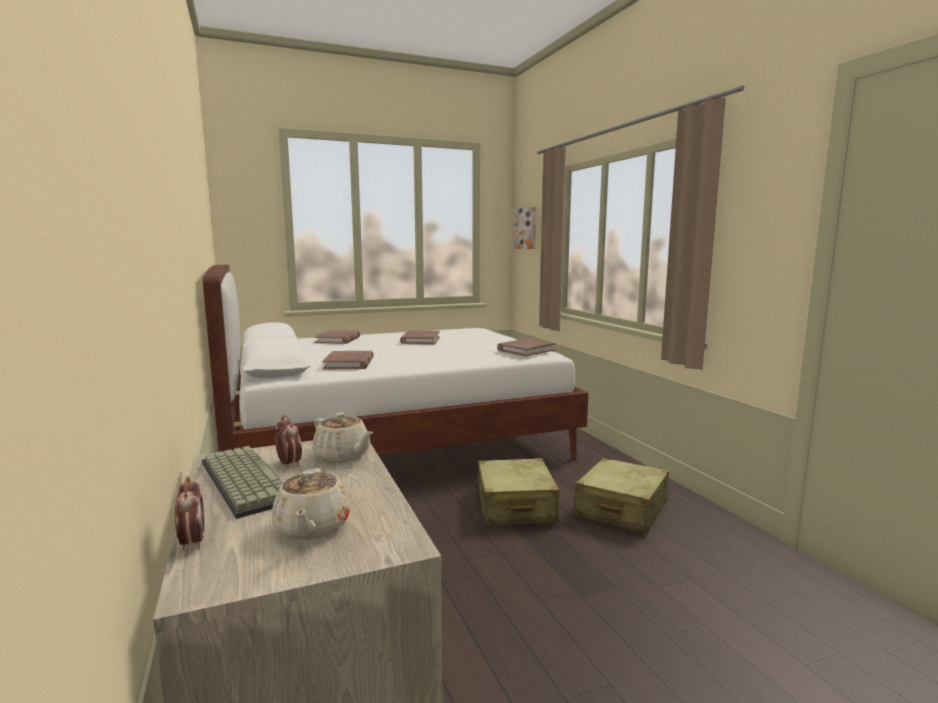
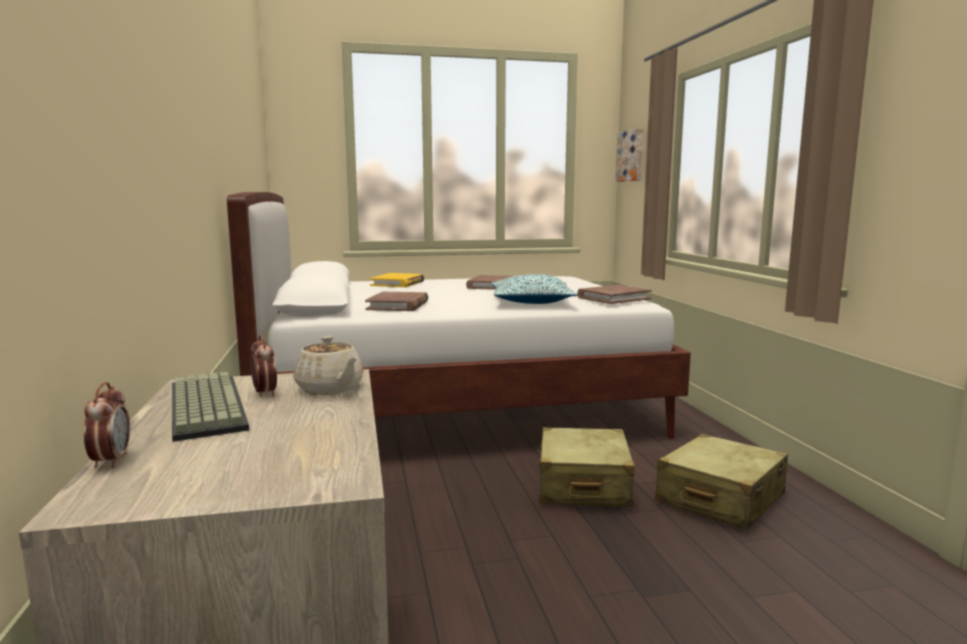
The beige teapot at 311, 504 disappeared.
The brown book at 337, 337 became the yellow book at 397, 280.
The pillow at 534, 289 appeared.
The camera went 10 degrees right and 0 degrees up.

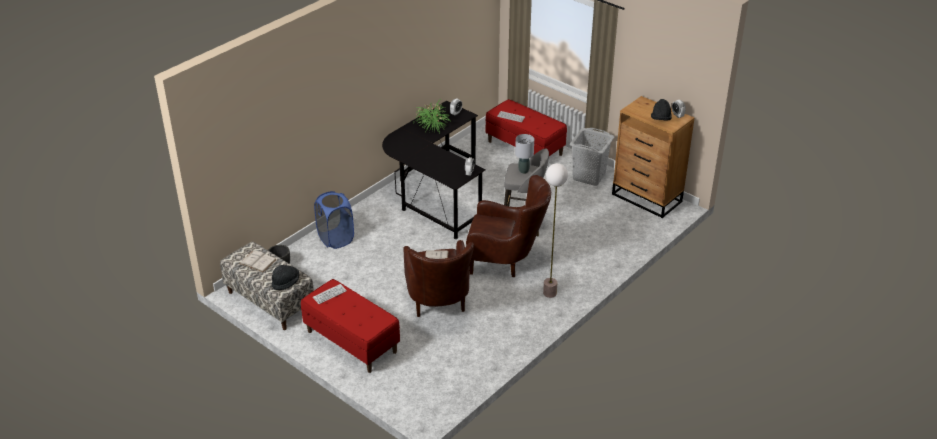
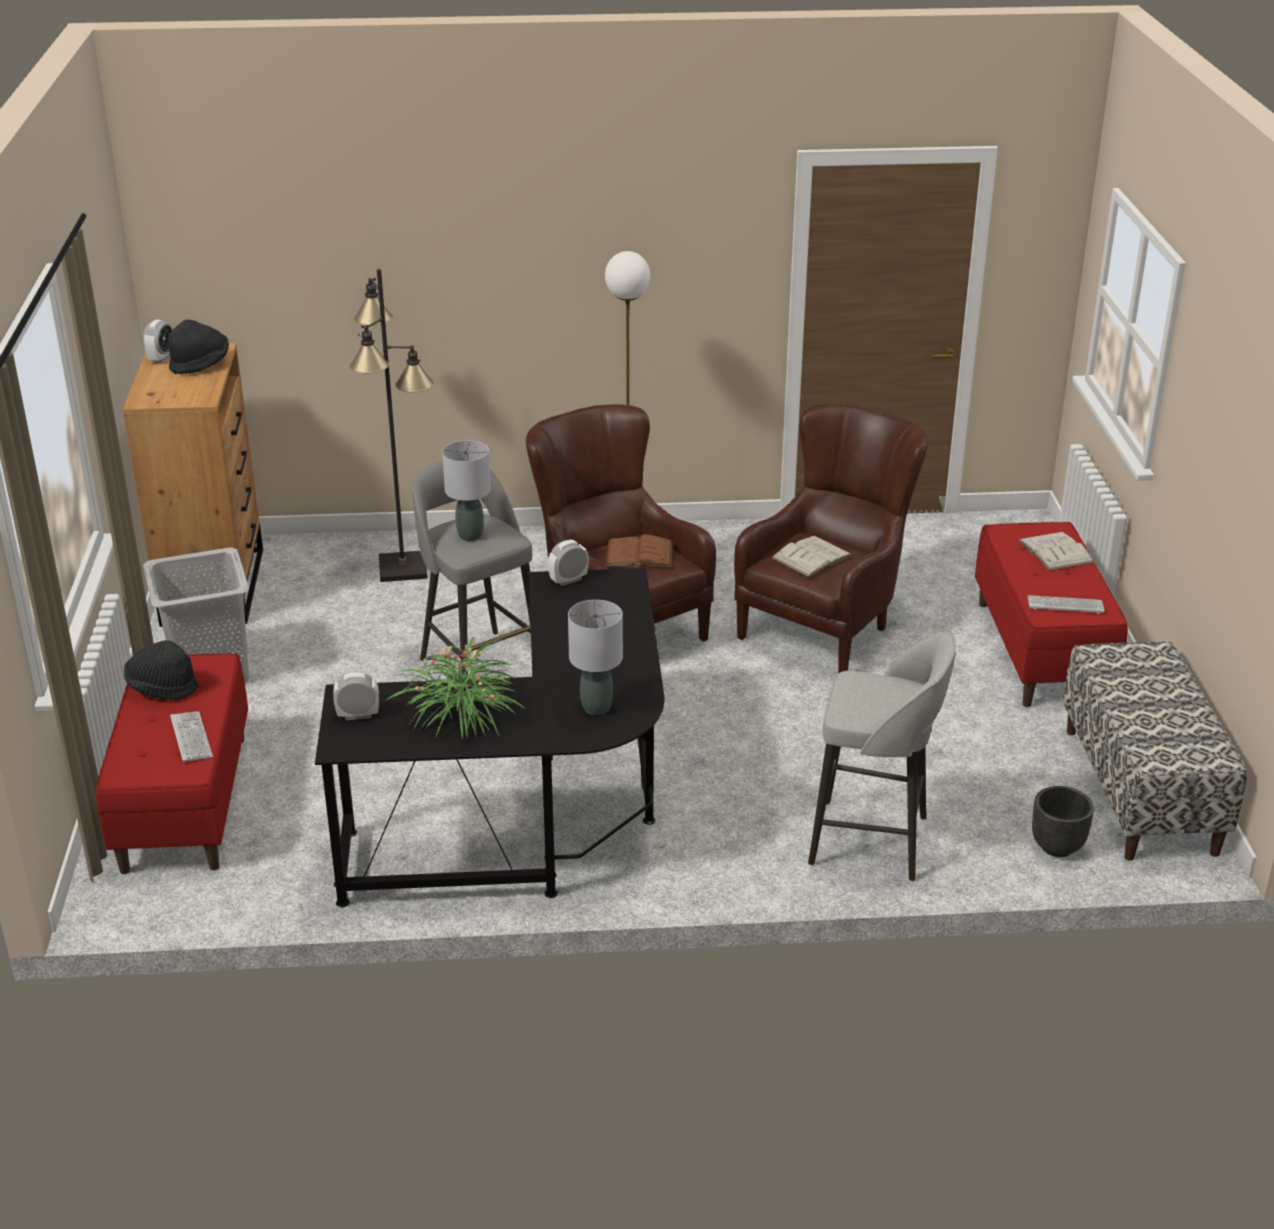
The white book moved from 257, 261 to 1056, 551.
The black hat moved from 285, 277 to 161, 670.
The blue laundry basket at 334, 220 was replaced by the grey stool at 882, 756.
The black floor lamp at 392, 425 appeared.
The grey table lamp at 595, 657 appeared.
The brown book at 639, 551 appeared.
The camera went 135 degrees left and 5 degrees down.

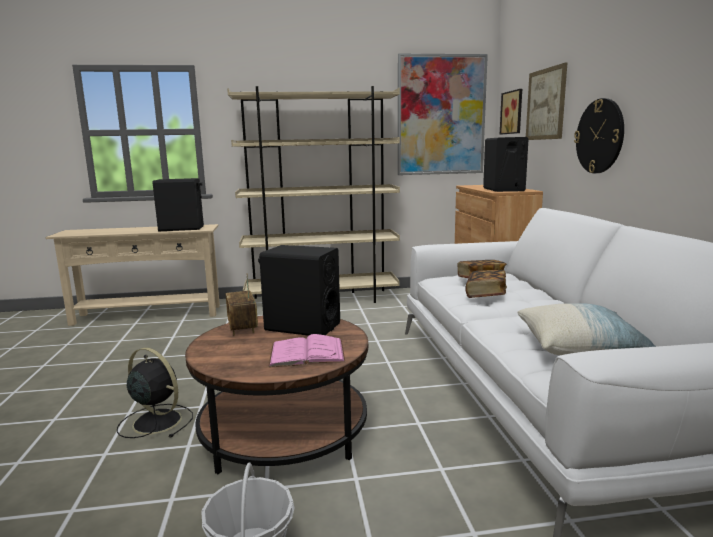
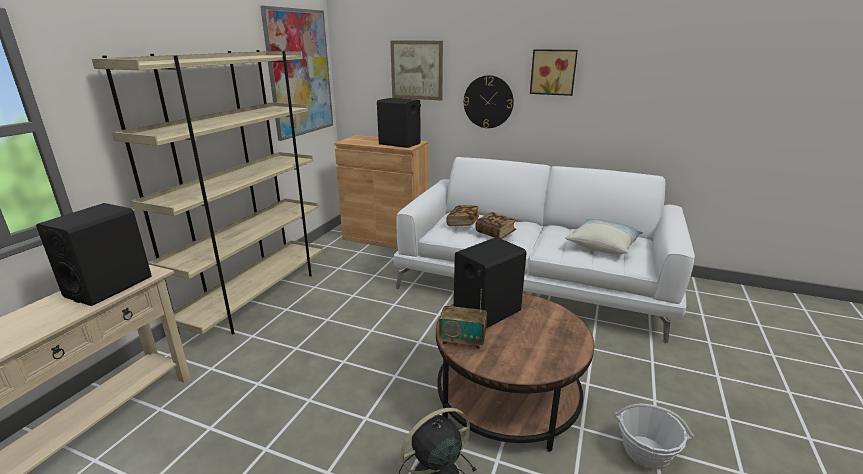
The pink book at 306, 350 disappeared.
The picture moved from 511, 112 to 554, 72.
The camera went 60 degrees left and 10 degrees up.

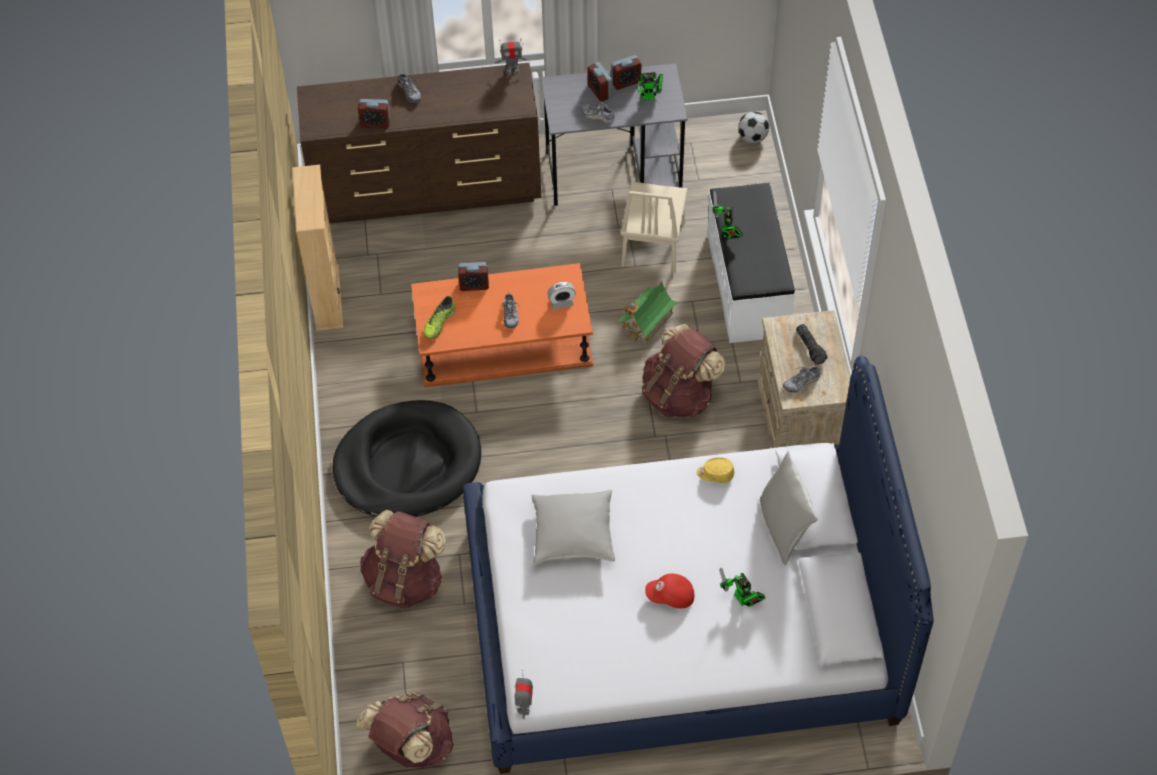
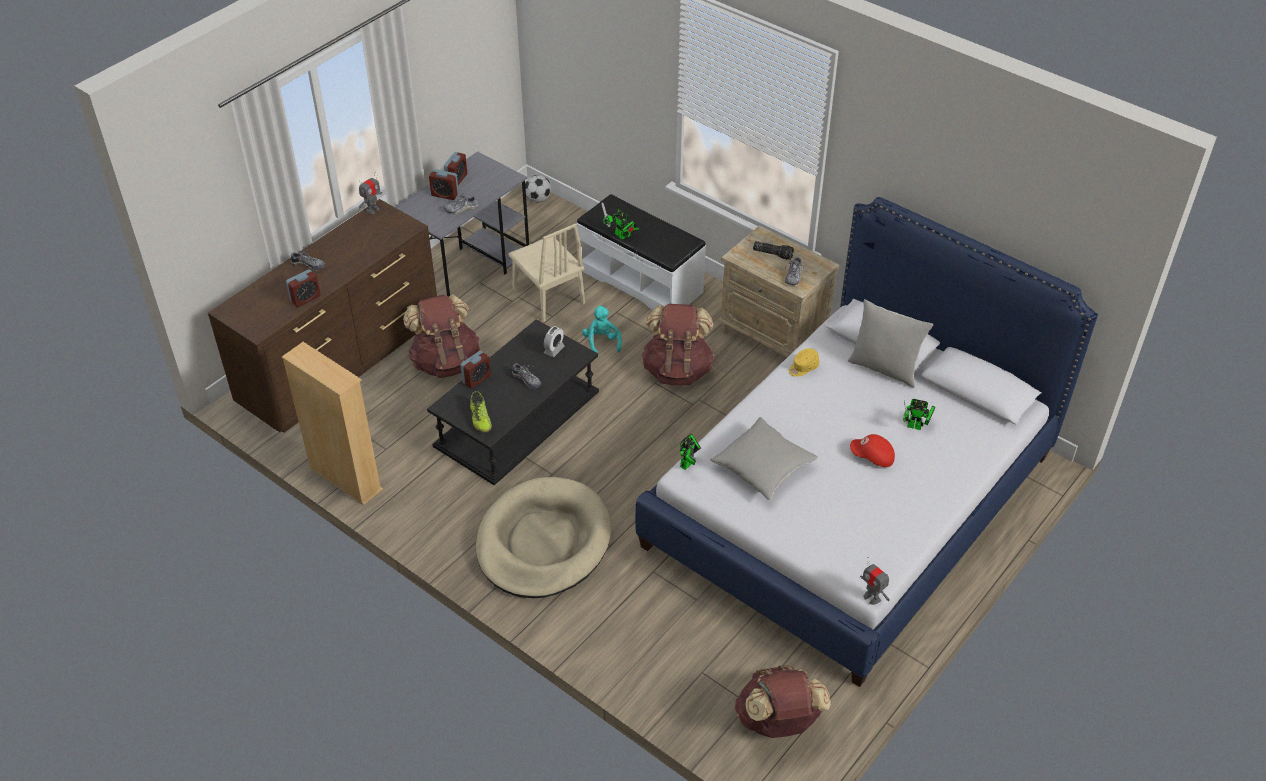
The black dog bed at 406, 458 became the beige dog bed at 543, 537.
The brown backpack moved from 403, 559 to 441, 336.
The orange coffee table at 502, 325 became the black coffee table at 513, 402.
The toy house at 647, 312 was replaced by the turquoise plush toy at 602, 329.
The toy robot moved from 650, 86 to 690, 452.
The red cap at 669, 591 turned 60 degrees clockwise.
The camera went 45 degrees left and 10 degrees down.

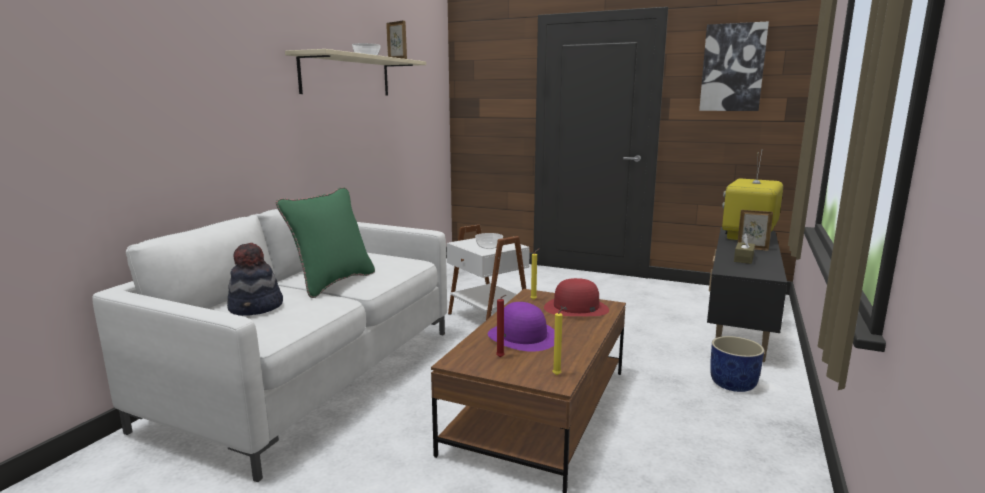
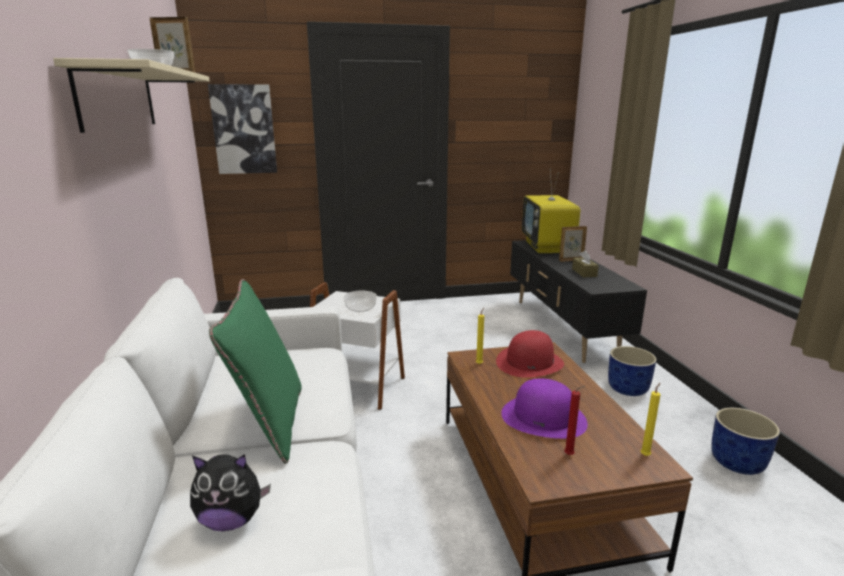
The hat at 255, 279 was replaced by the plush toy at 230, 492.
The picture moved from 734, 66 to 242, 129.
The blue planter at 745, 441 appeared.
The camera went 35 degrees left and 5 degrees up.

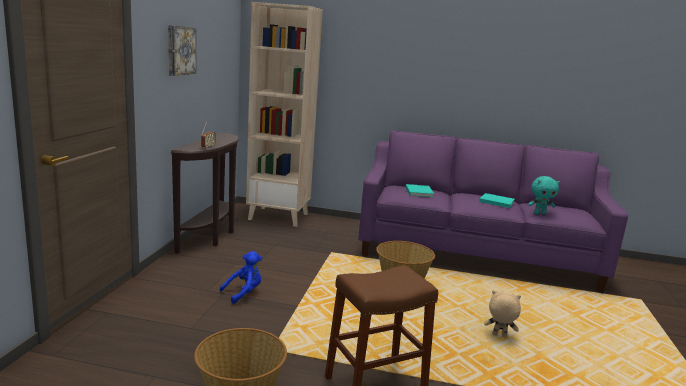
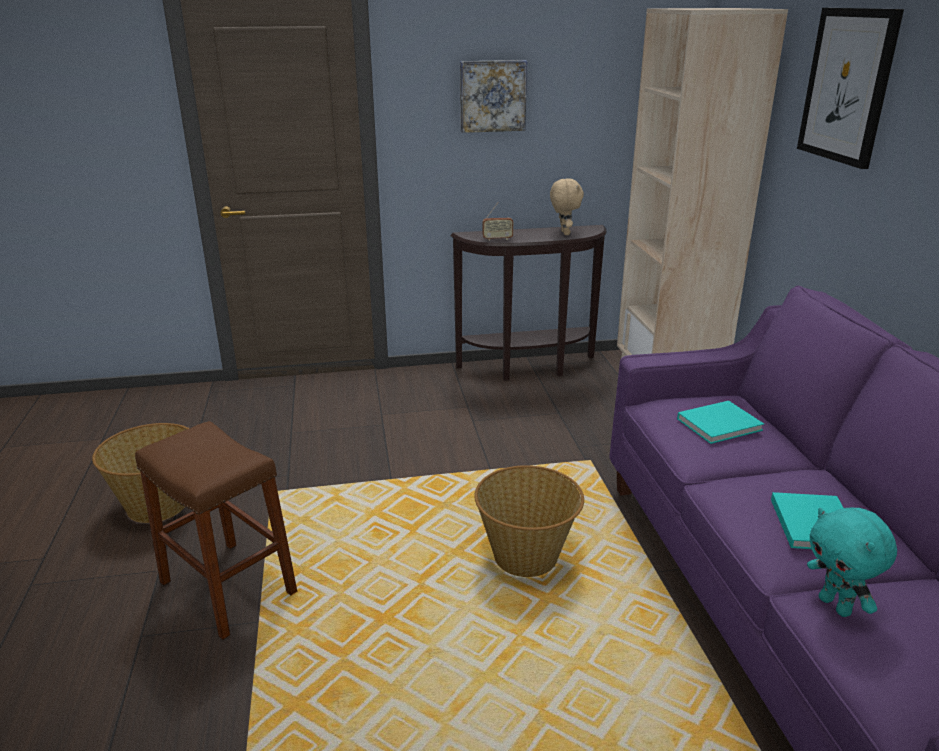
The blue plush toy at 241, 277 disappeared.
The beige plush toy moved from 502, 314 to 567, 206.
The picture at 850, 88 appeared.
The camera went 70 degrees right and 10 degrees up.

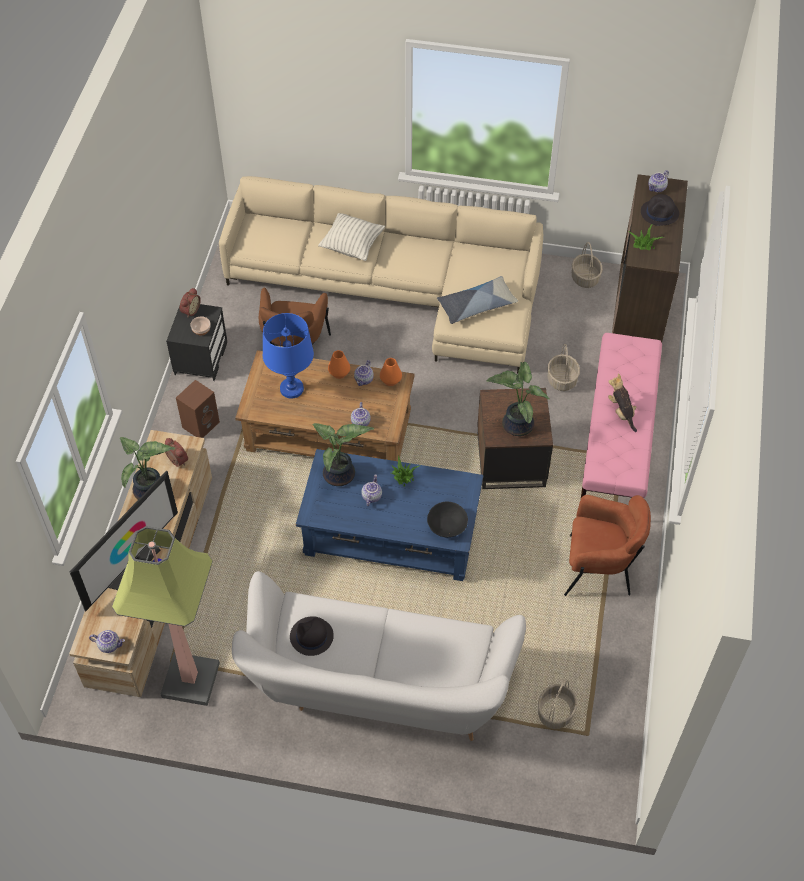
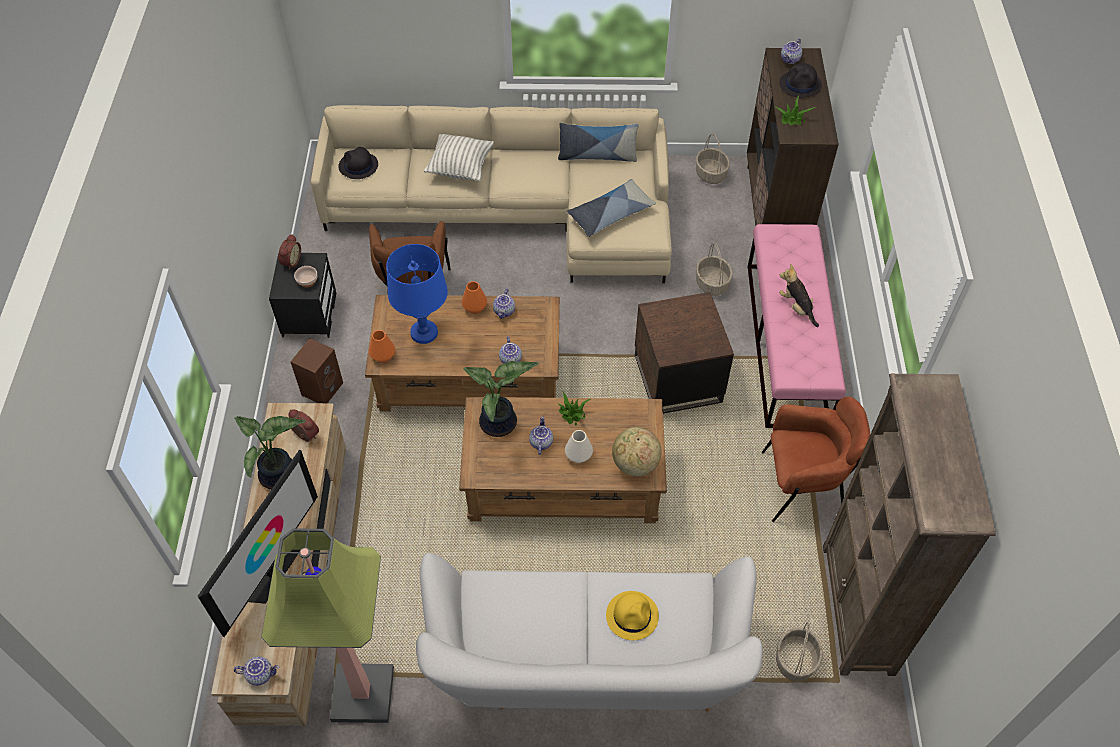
The black hat moved from 312, 636 to 358, 163.
The blue coffee table at 389, 515 became the brown coffee table at 563, 460.
The orange vase moved from 391, 372 to 382, 346.
The black bowl at 447, 519 was replaced by the globe at 637, 451.
The potted plant at 518, 399 disappeared.
The pillow at 598, 142 appeared.
The white vase at 579, 446 appeared.
The yellow hat at 632, 615 appeared.
The brown bookcase at 909, 525 appeared.
The camera went 10 degrees left and 0 degrees up.

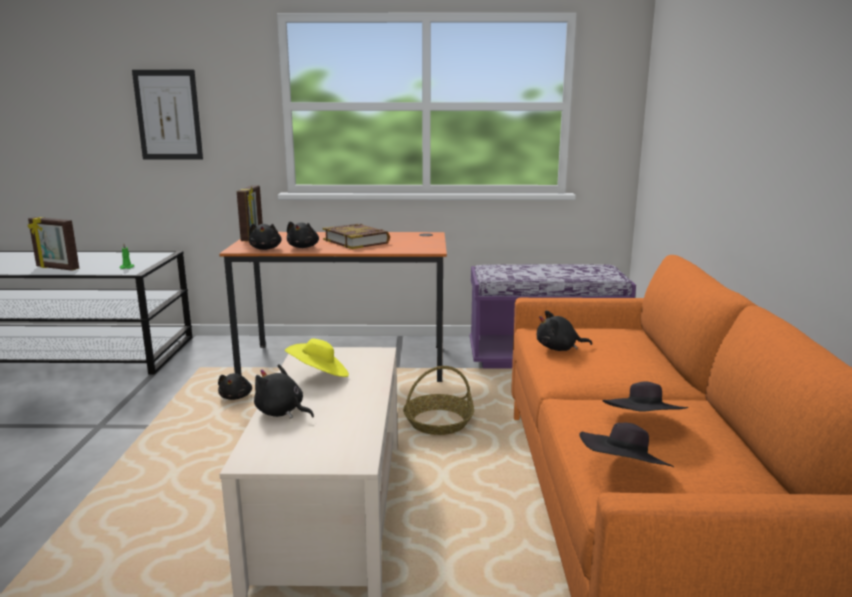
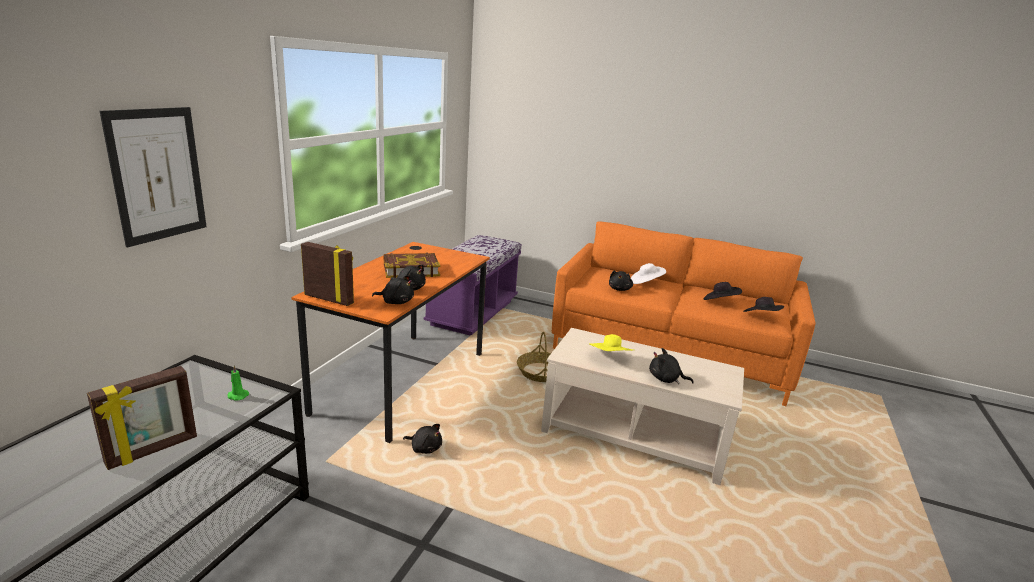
The black plush toy at 284, 391 turned 60 degrees clockwise.
The white hat at 648, 273 appeared.
The camera went 70 degrees left and 5 degrees up.

